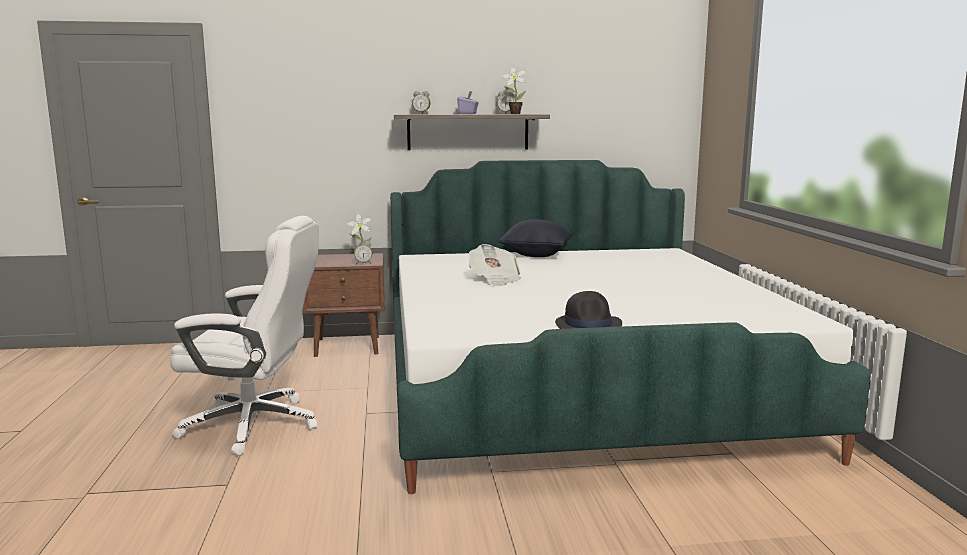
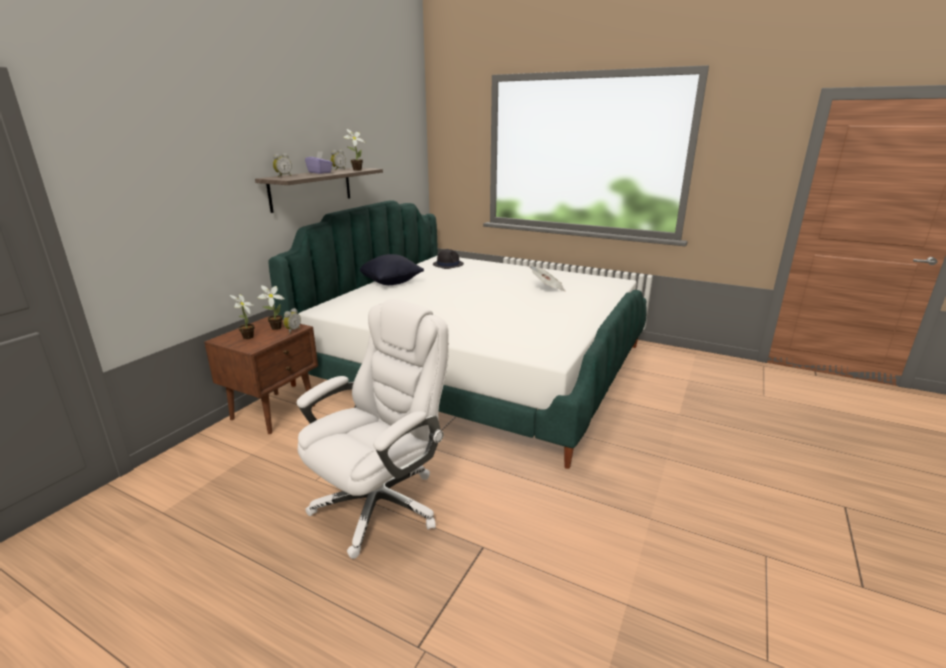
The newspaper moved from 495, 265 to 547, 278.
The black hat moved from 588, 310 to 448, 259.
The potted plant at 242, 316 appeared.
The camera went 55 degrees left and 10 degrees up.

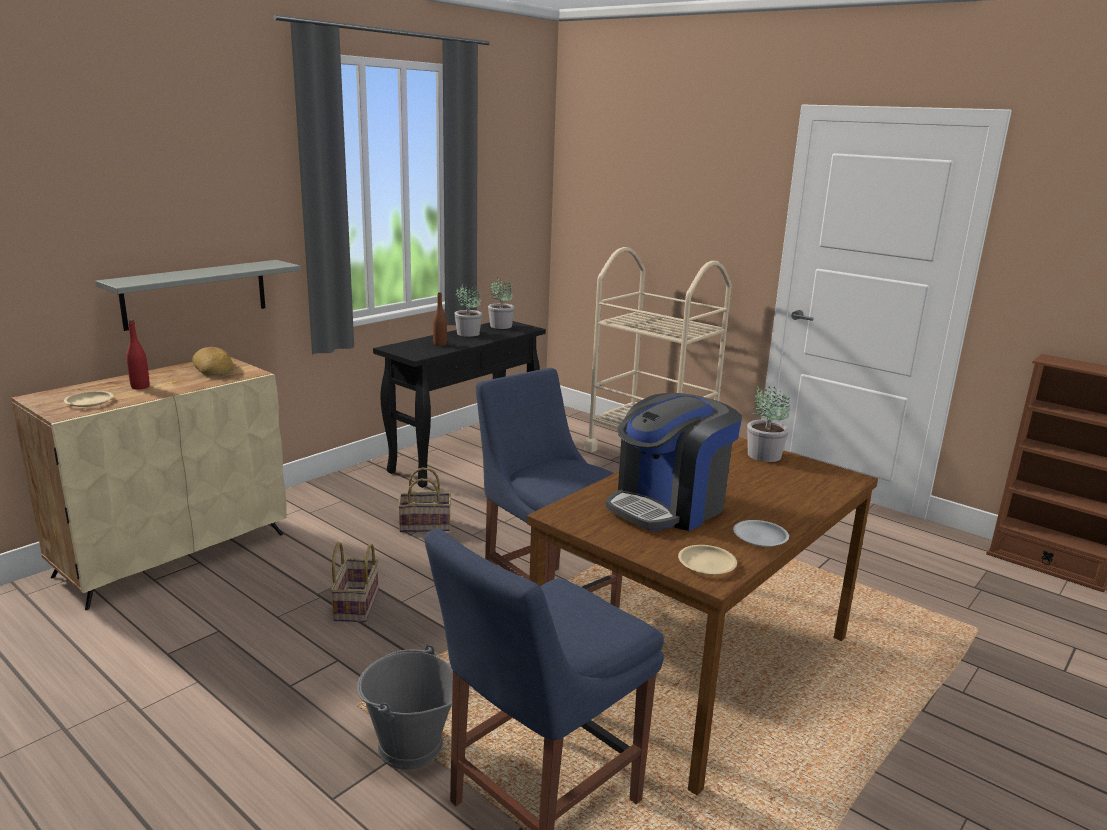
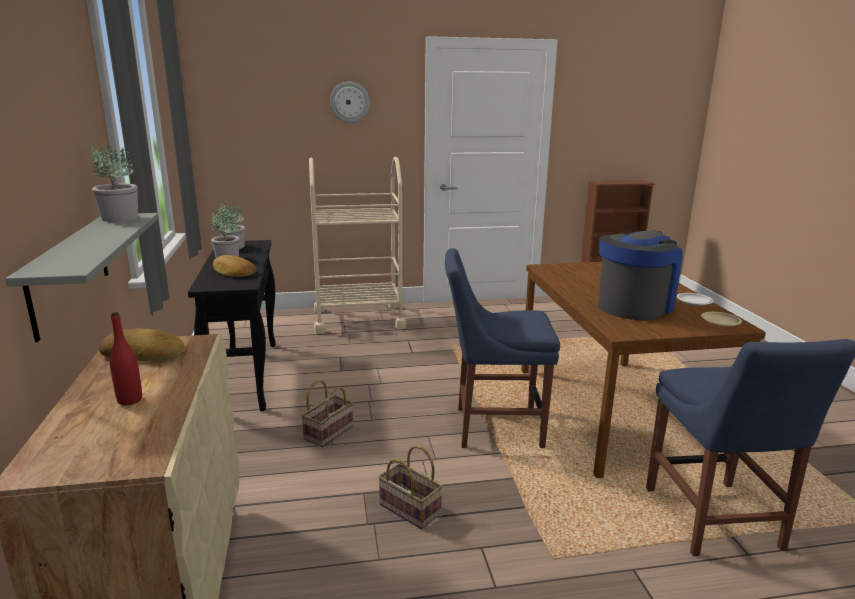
The beige plate at 89, 399 disappeared.
The grey bucket at 405, 707 disappeared.
The brown bottle at 440, 319 was replaced by the bread at 234, 266.
The coffee machine at 673, 462 turned 135 degrees counterclockwise.
The potted plant moved from 768, 423 to 114, 183.
The wall clock at 350, 102 appeared.
The camera went 50 degrees left and 0 degrees up.

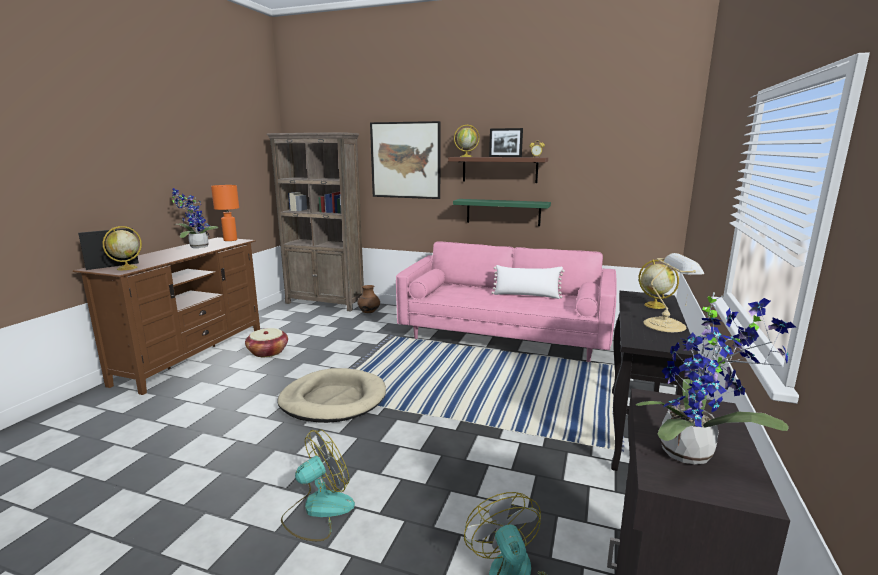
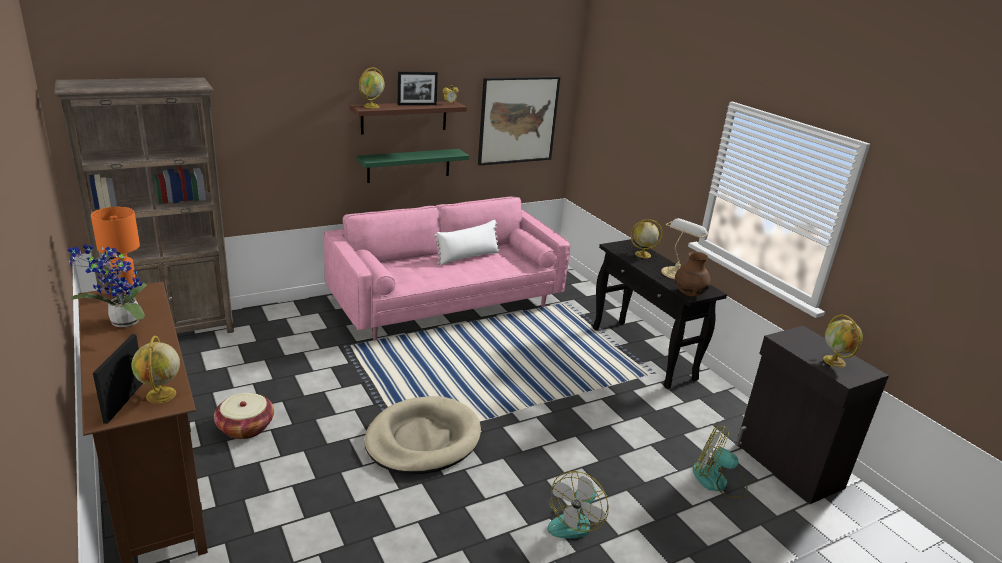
The fan at 318, 485 turned 150 degrees counterclockwise.
The brown vase moved from 368, 299 to 693, 274.
The picture moved from 405, 160 to 519, 120.
The potted plant at 716, 378 was replaced by the globe at 843, 341.
The camera went 50 degrees left and 10 degrees up.

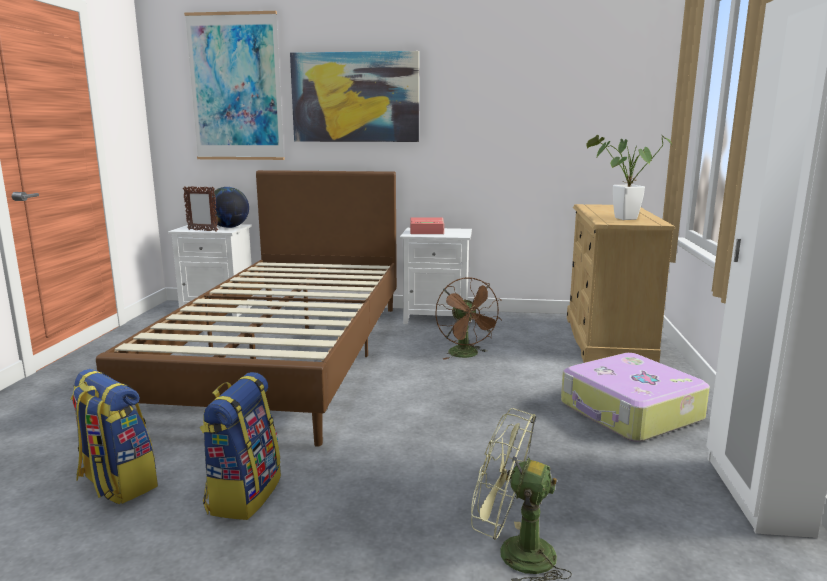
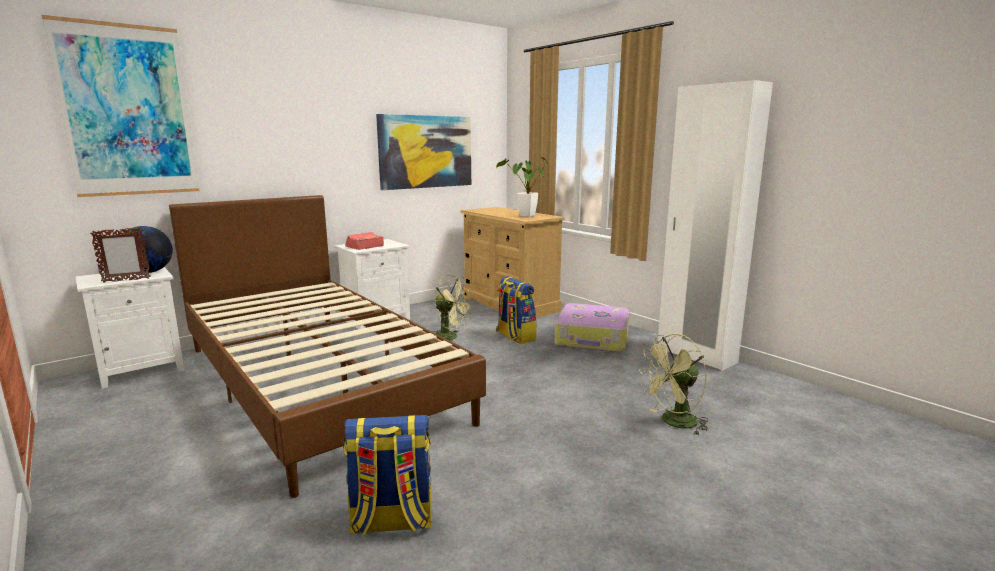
The backpack moved from 240, 446 to 516, 310.
The picture moved from 354, 96 to 423, 152.
The brown fan at 468, 318 became the green fan at 453, 307.
The camera went 45 degrees left and 0 degrees up.

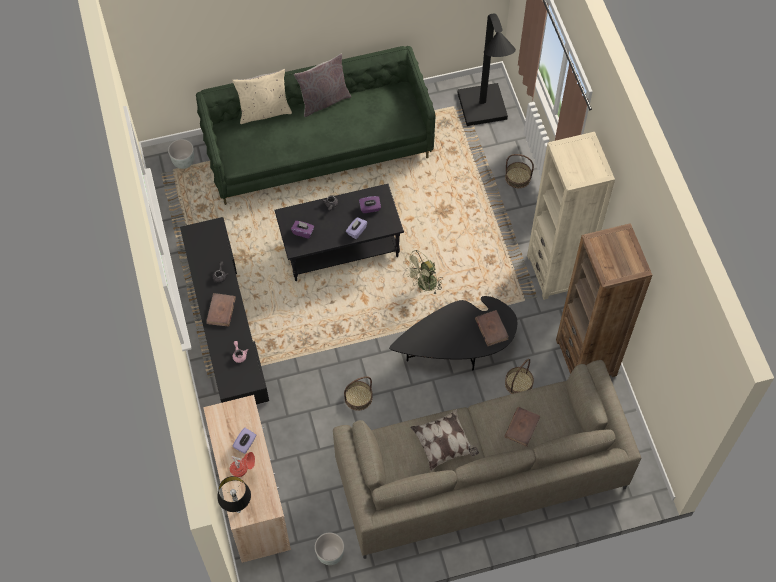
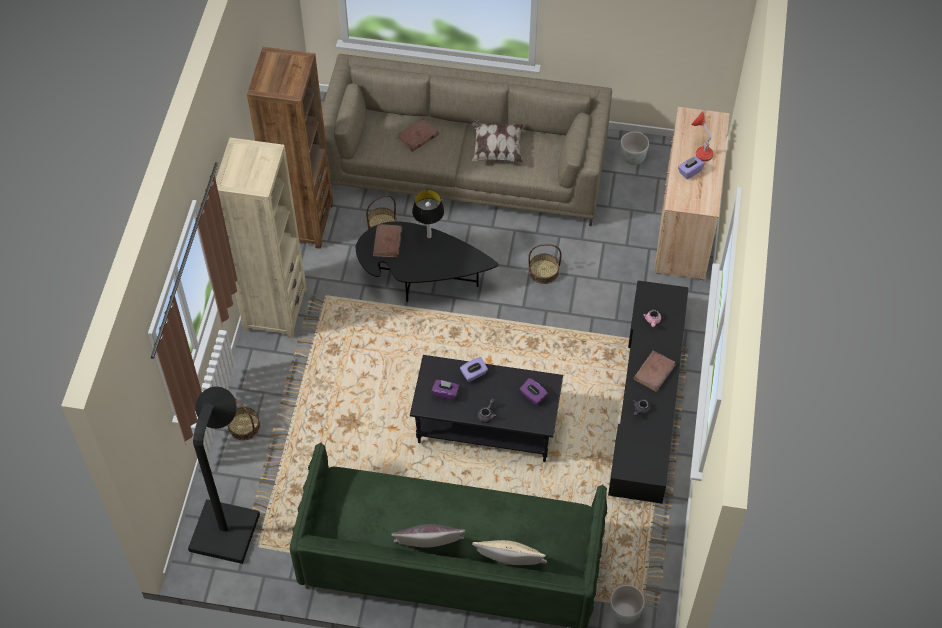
The table lamp moved from 234, 494 to 428, 213.
The green fan at 423, 272 disappeared.
The camera went 155 degrees left and 5 degrees down.

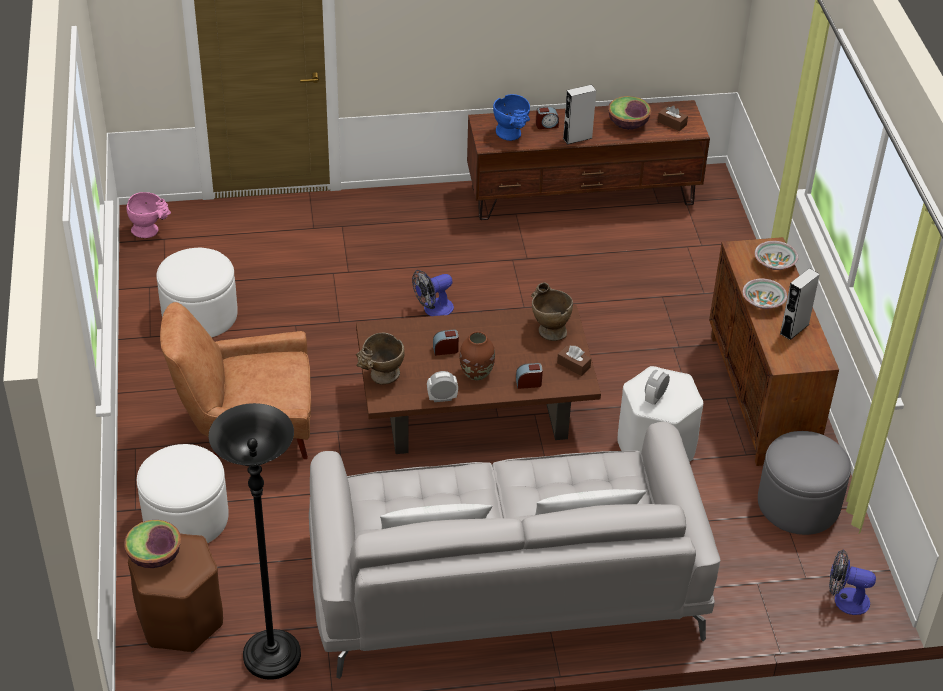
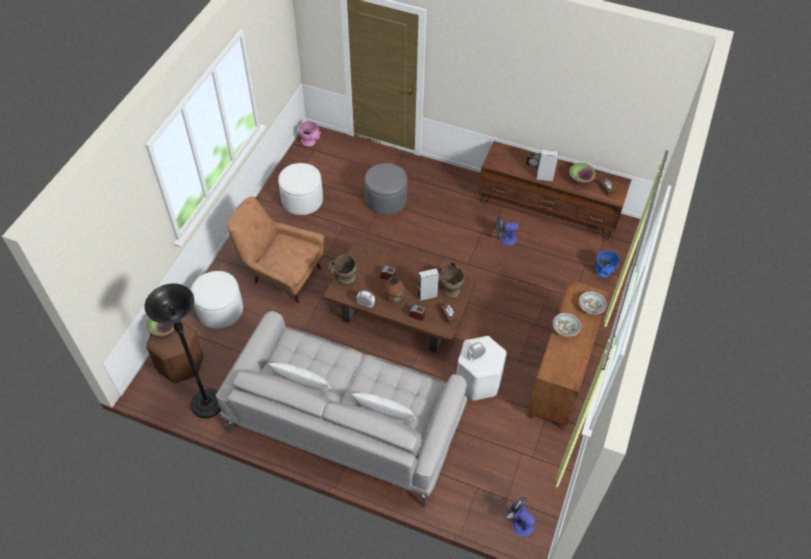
The fan moved from 433, 293 to 508, 230.
The blue vase moved from 511, 117 to 607, 264.
The grey ottoman moved from 804, 483 to 386, 189.
The grey speaker moved from 800, 304 to 428, 284.
The camera went 30 degrees right and 10 degrees up.

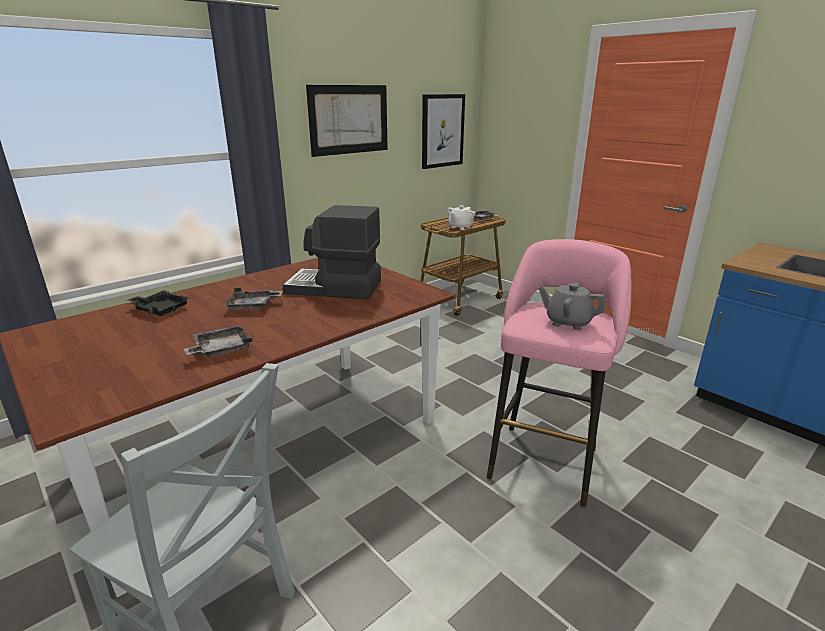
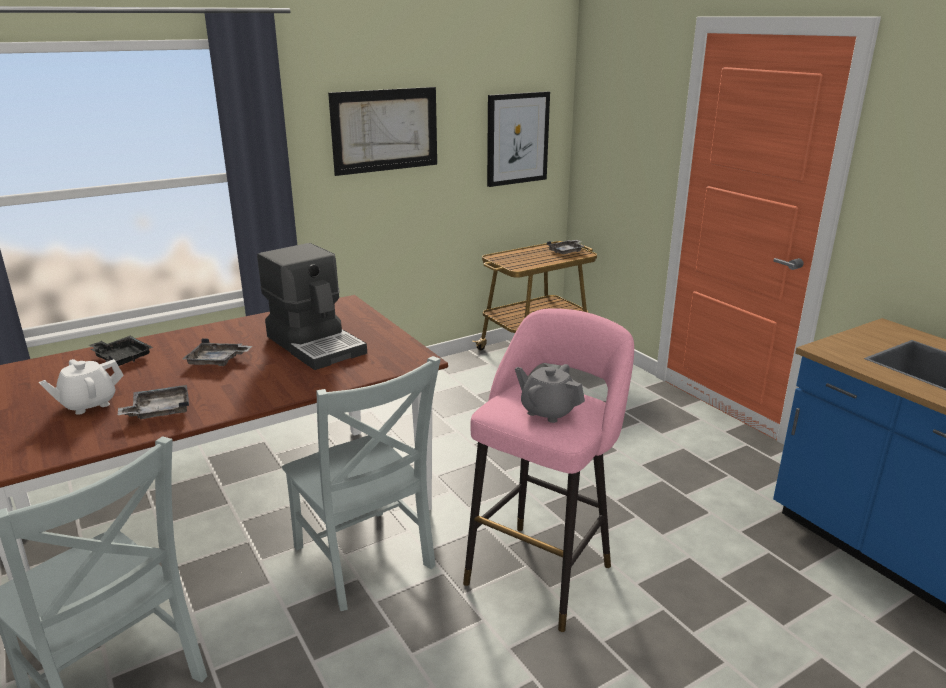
The coffee machine at 331, 252 turned 150 degrees counterclockwise.
The white teapot moved from 461, 217 to 81, 387.
The grey chair at 361, 483 appeared.
The camera went 10 degrees right and 0 degrees up.

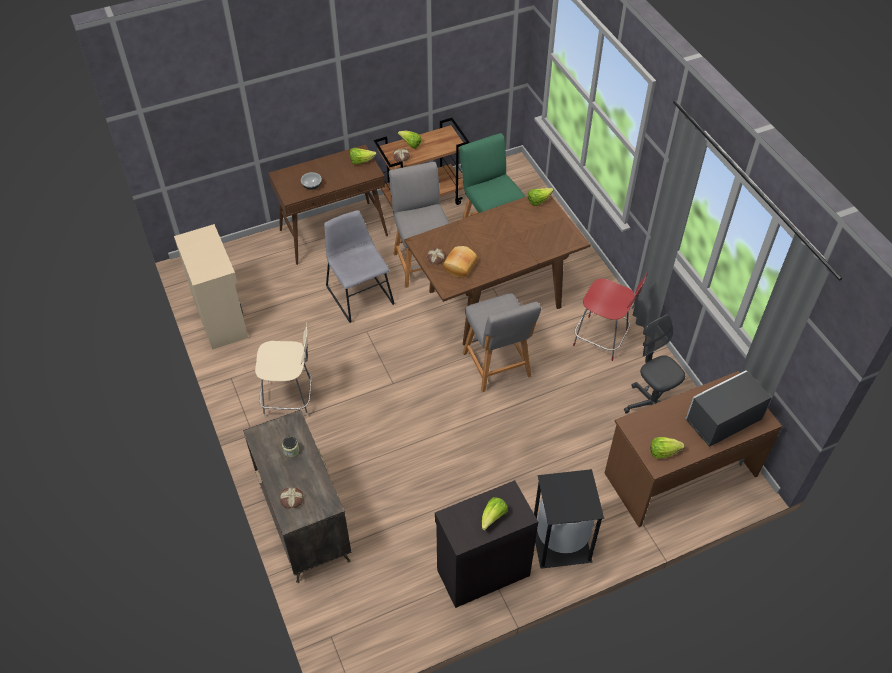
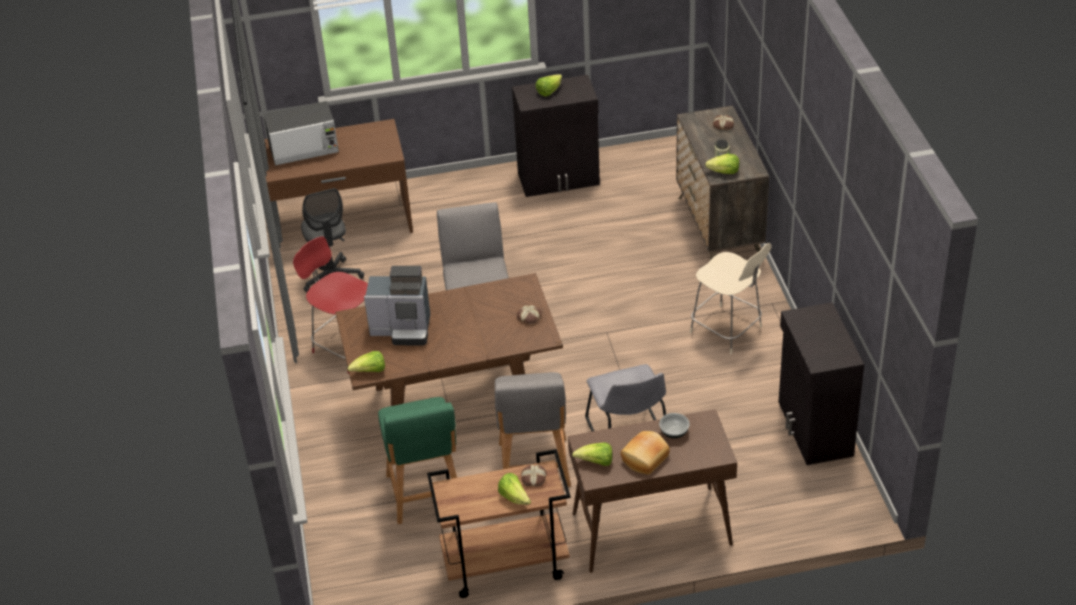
The beige cabinet at 211, 287 became the black cabinet at 821, 383.
The beige chair at 283, 370 turned 150 degrees counterclockwise.
The bread moved from 460, 262 to 645, 453.
The black trash can at 569, 519 disappeared.
The lettuce moved from 667, 448 to 722, 164.
The coffee machine at 397, 305 appeared.
The camera went 165 degrees left and 10 degrees down.

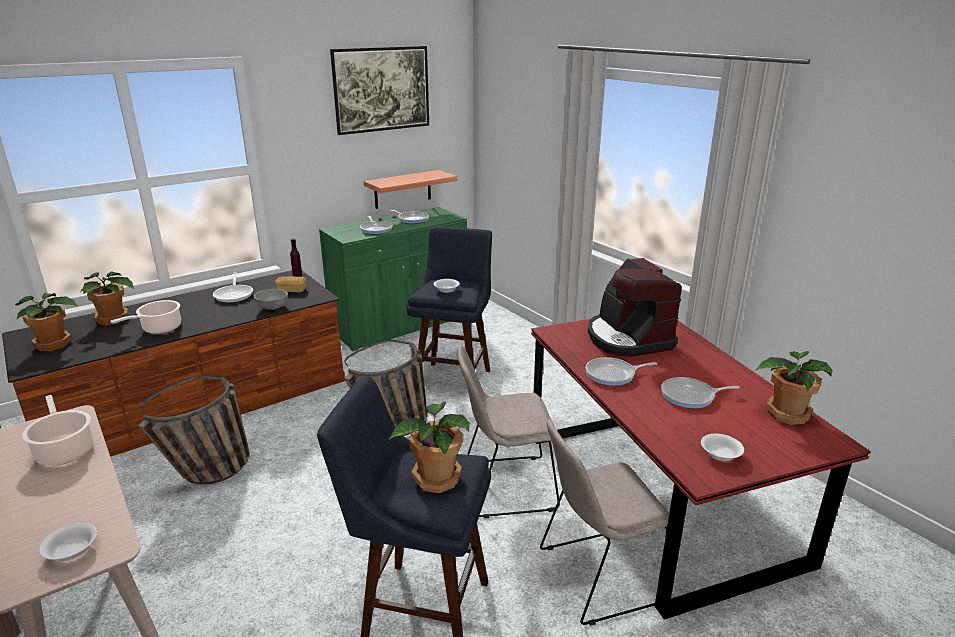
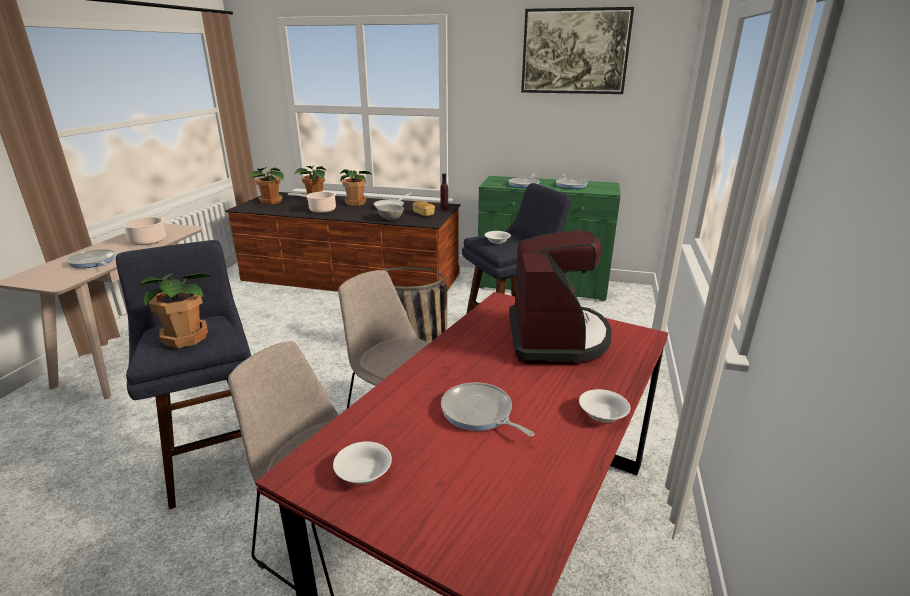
The white bowl moved from 68, 542 to 604, 406.
The basket at 194, 430 disappeared.
The shelf at 410, 189 disappeared.
The frying pan moved from 621, 371 to 90, 258.
The coffee machine at 635, 307 turned 150 degrees clockwise.
The potted plant moved from 794, 388 to 355, 187.
The camera went 50 degrees right and 0 degrees up.

